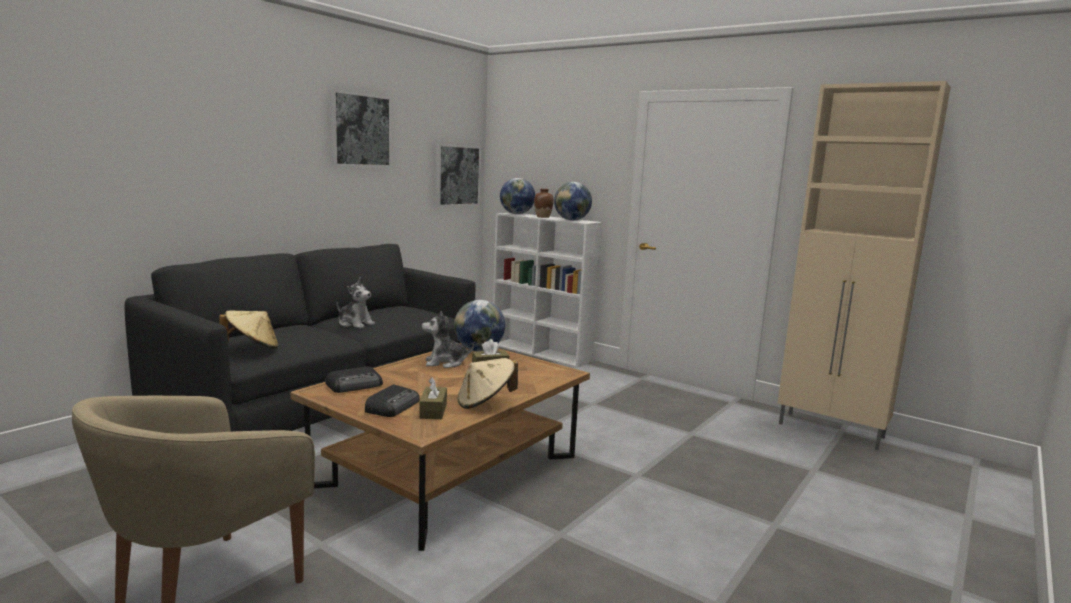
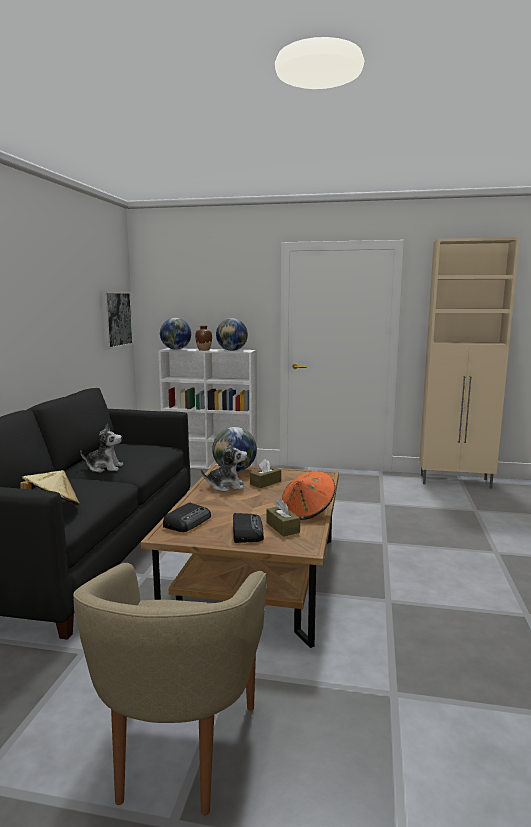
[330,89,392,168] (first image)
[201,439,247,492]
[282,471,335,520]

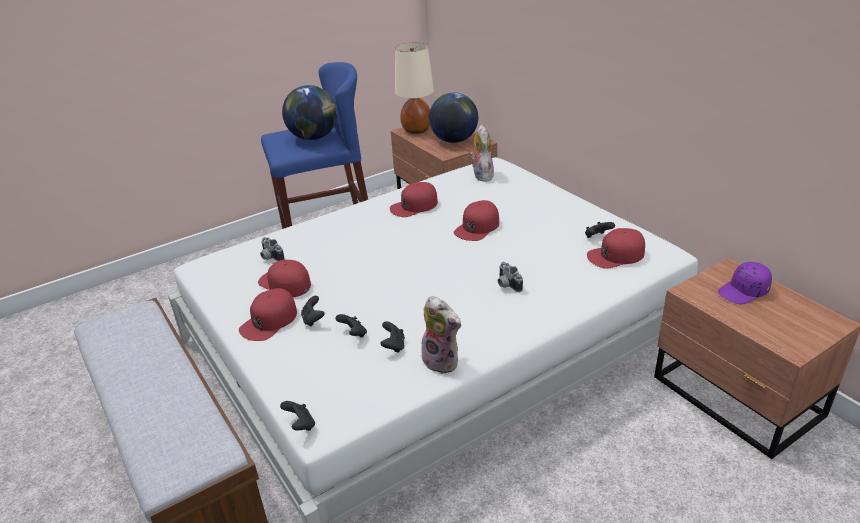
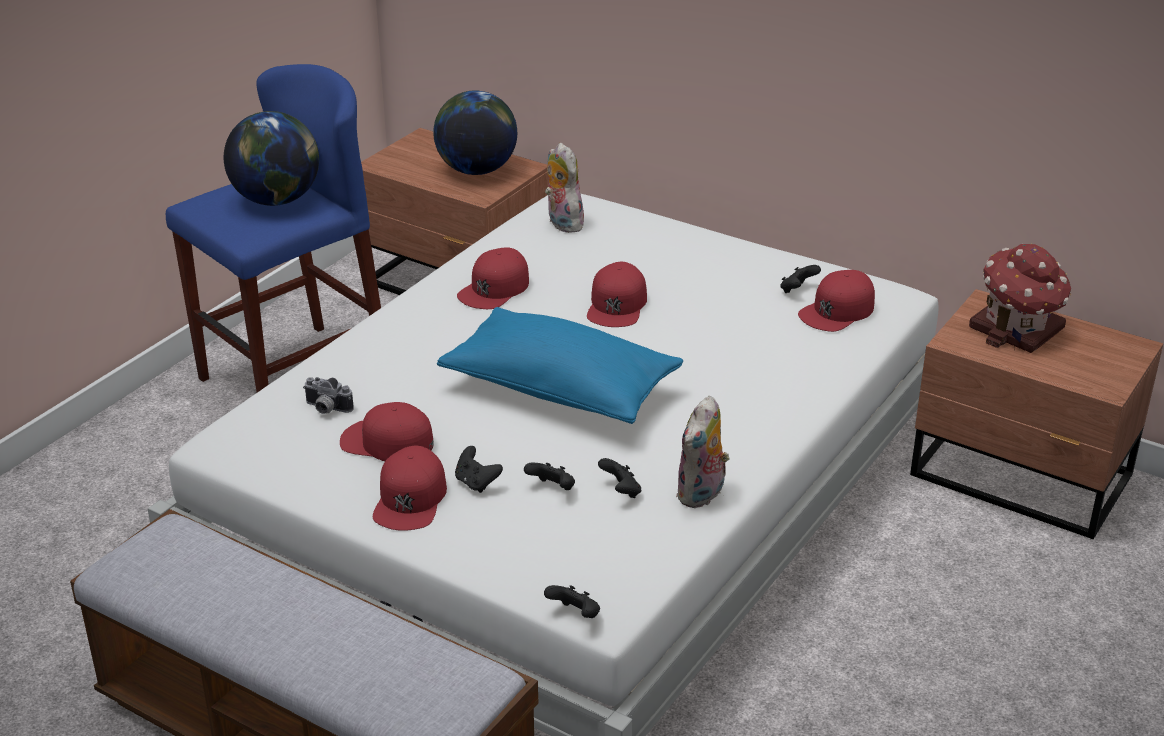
[395,42,434,134] (first image)
[676,396,730,508]
[498,262,523,292] (first image)
[969,244,1071,353]
[437,307,683,424]

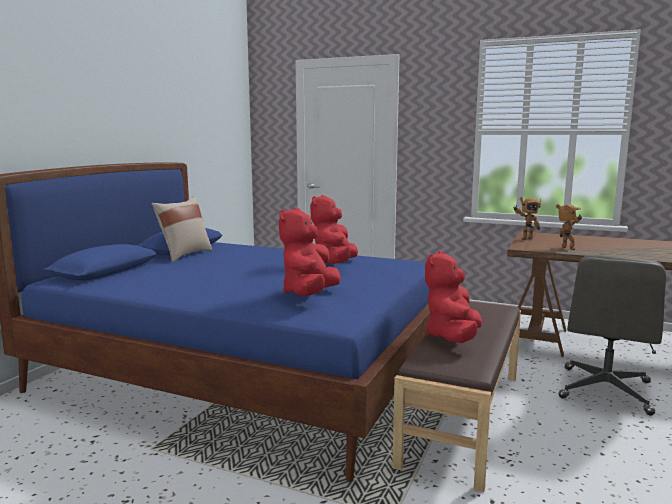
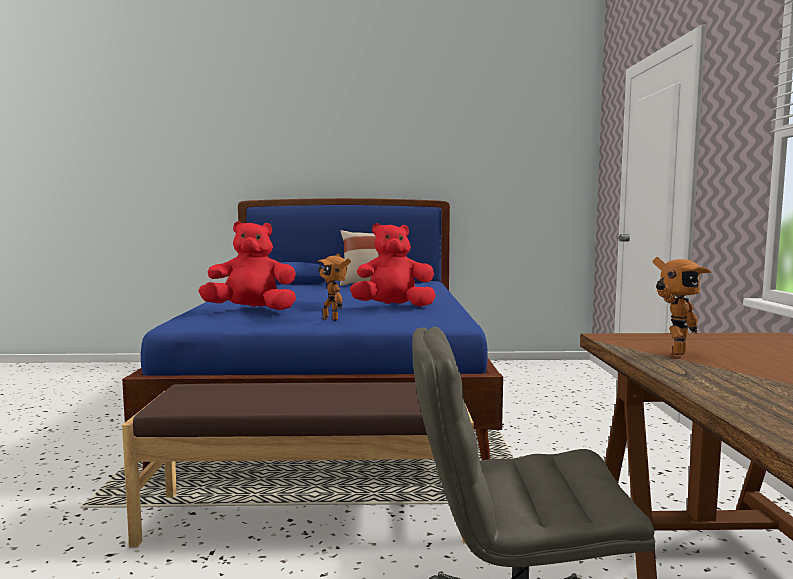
[425,250,482,343] (first image)
[318,254,351,321]

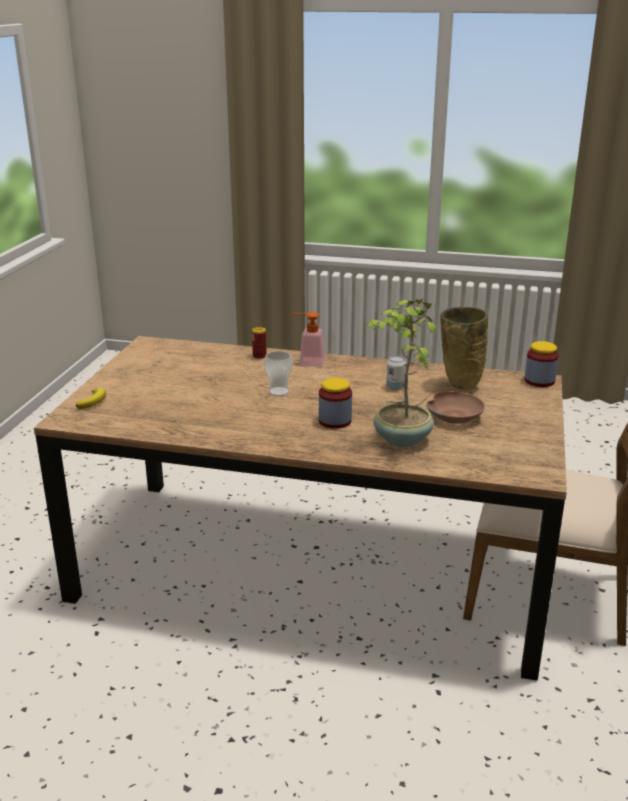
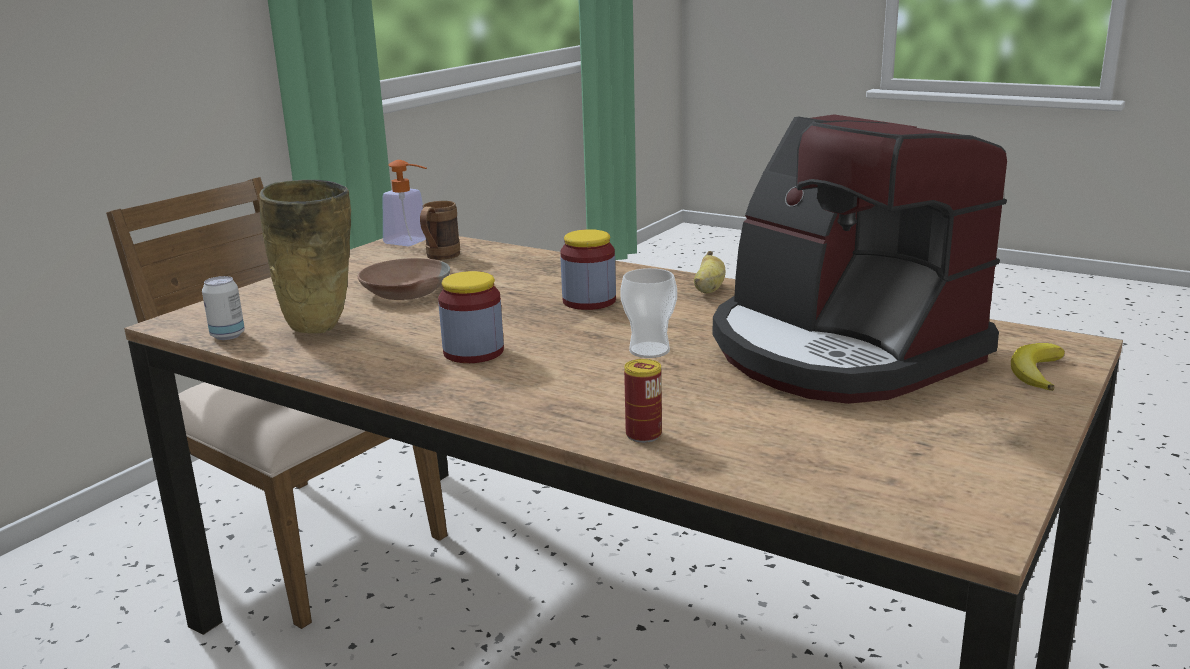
[383,160,427,247]
[365,298,435,447] (first image)
[202,276,245,340]
[438,271,504,363]
[420,201,460,260]
[694,251,725,294]
[713,114,1007,404]

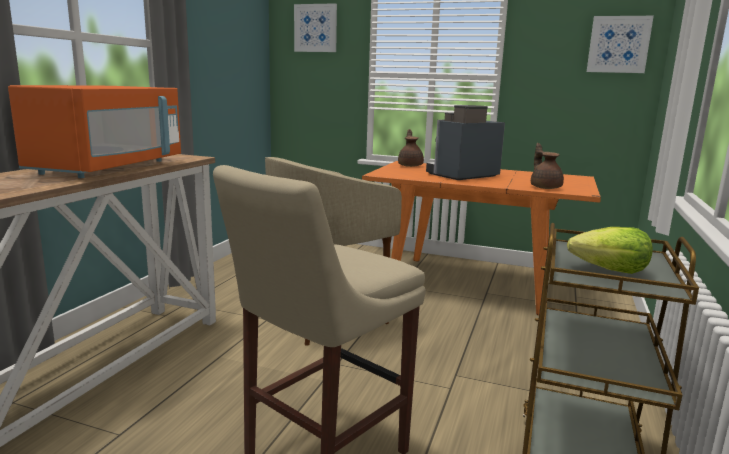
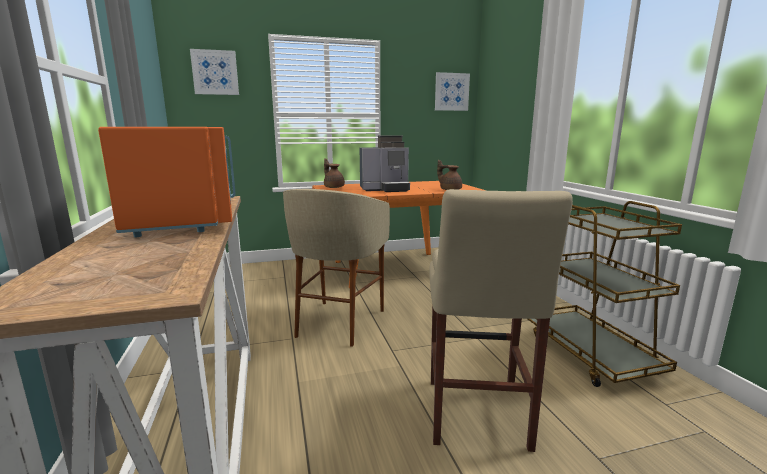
[359,135,410,192]
[567,227,653,274] (first image)

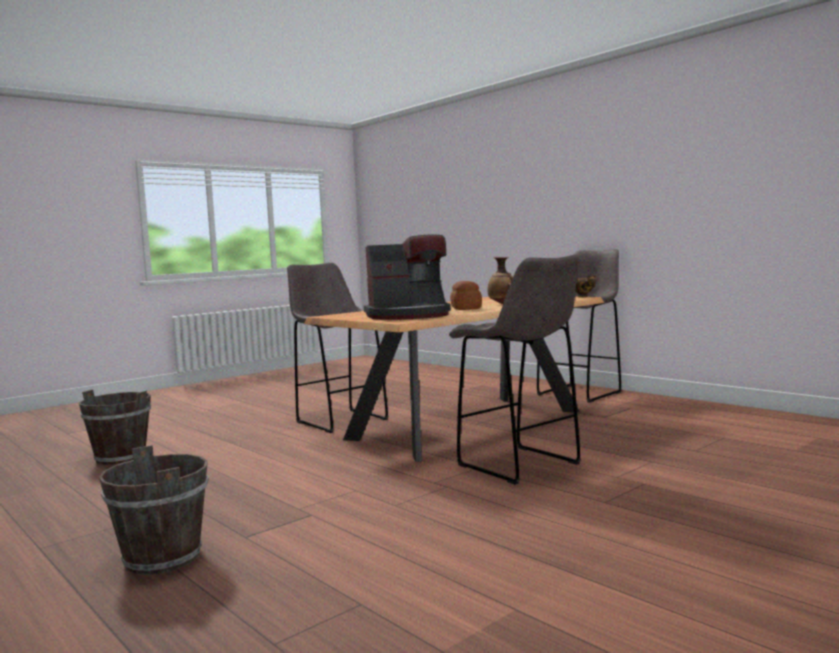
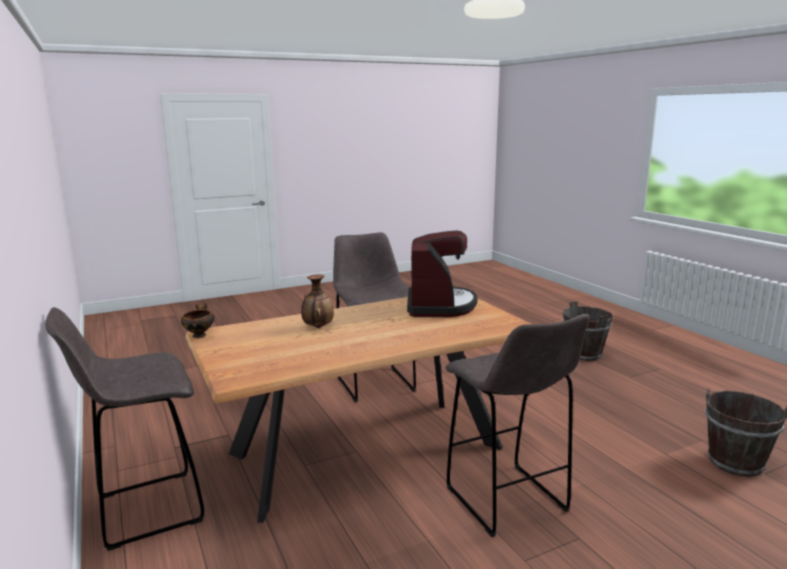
[407,230,478,317]
[450,281,482,310] (first image)

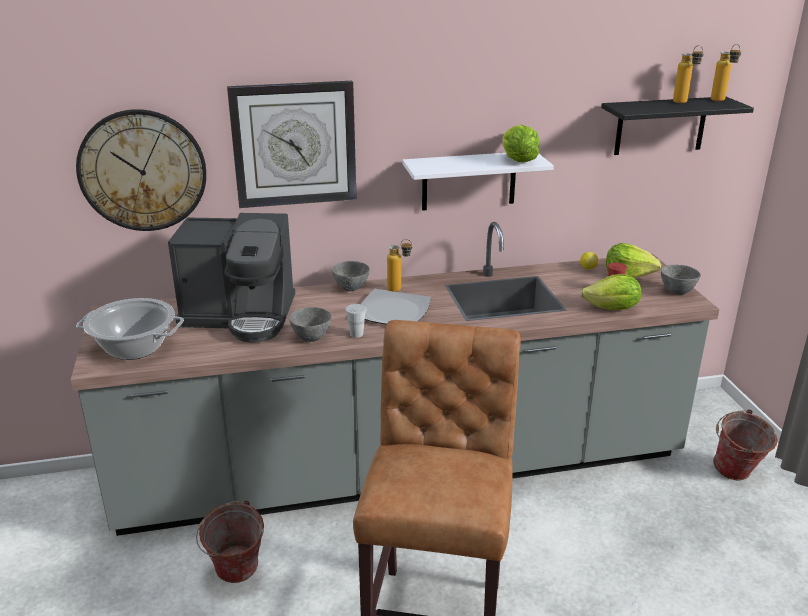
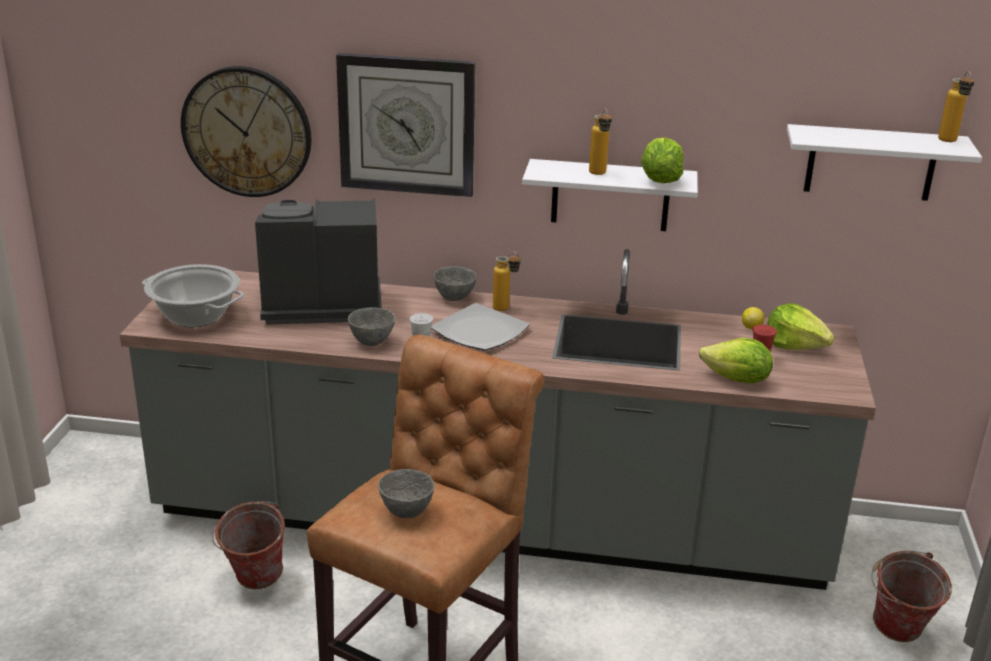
[255,198,382,325]
[787,124,982,201]
[378,469,434,518]
[589,108,612,175]

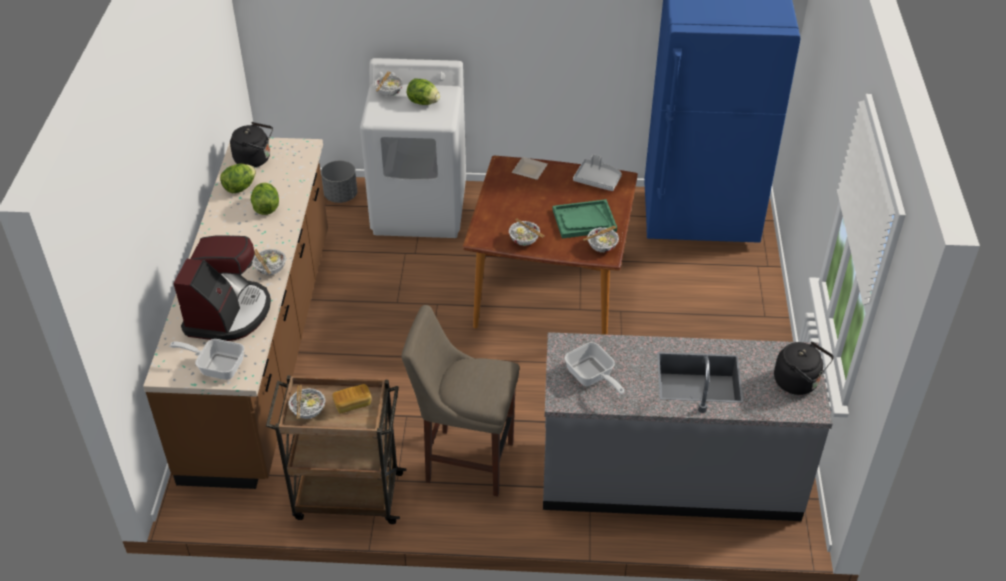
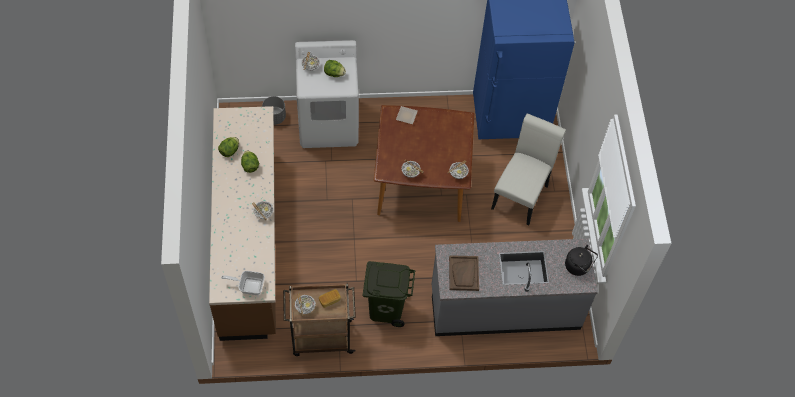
[173,236,271,341] (first image)
[230,122,273,168] (first image)
[362,261,415,327]
[553,199,617,238] (first image)
[449,255,479,291]
[573,154,622,191] (first image)
[491,113,566,225]

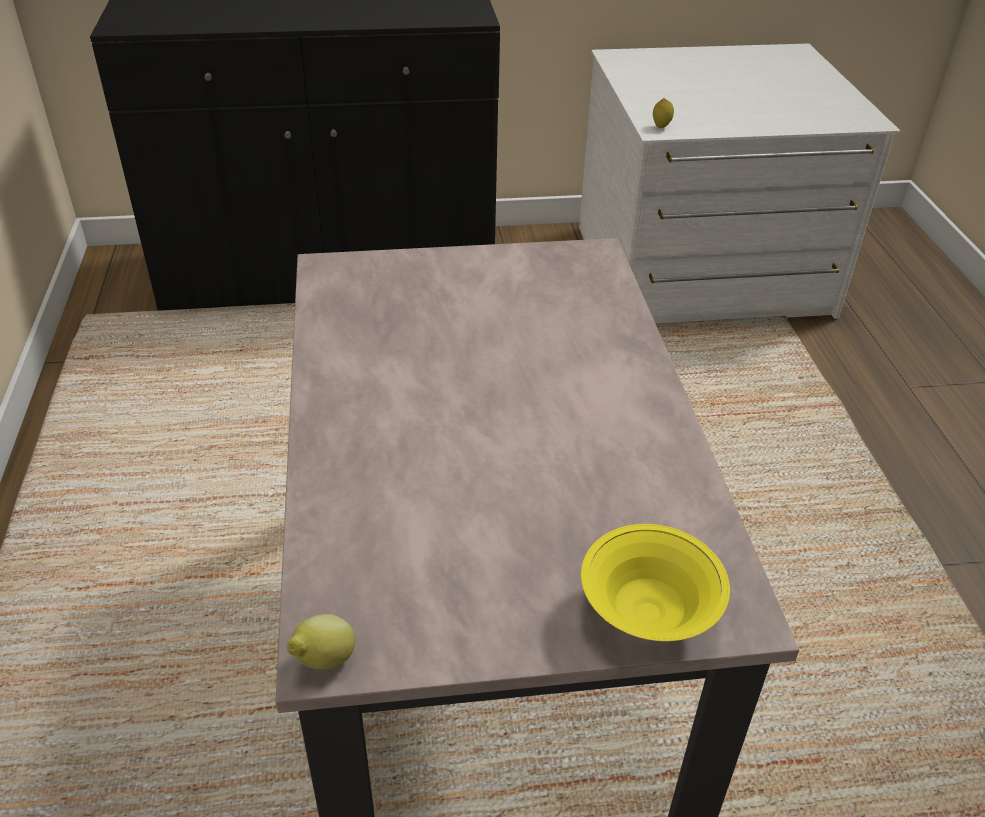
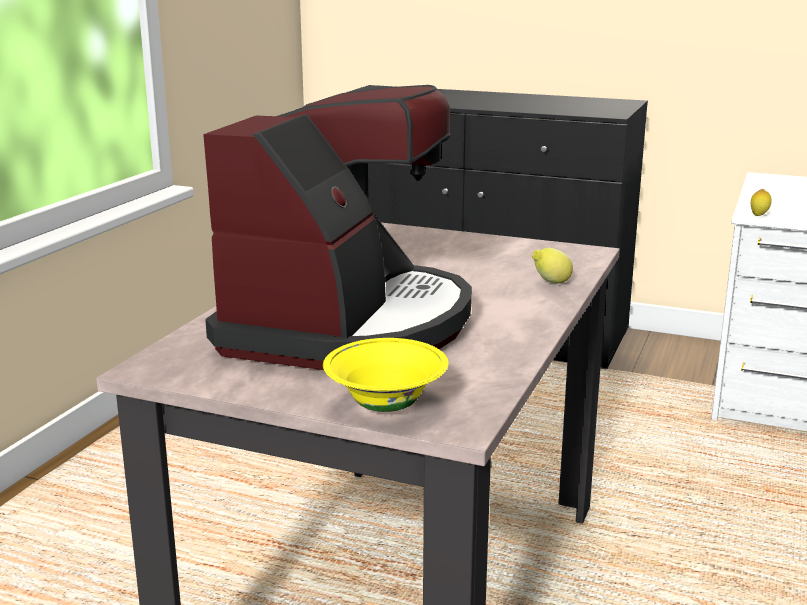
[532,248,573,284]
[203,85,472,370]

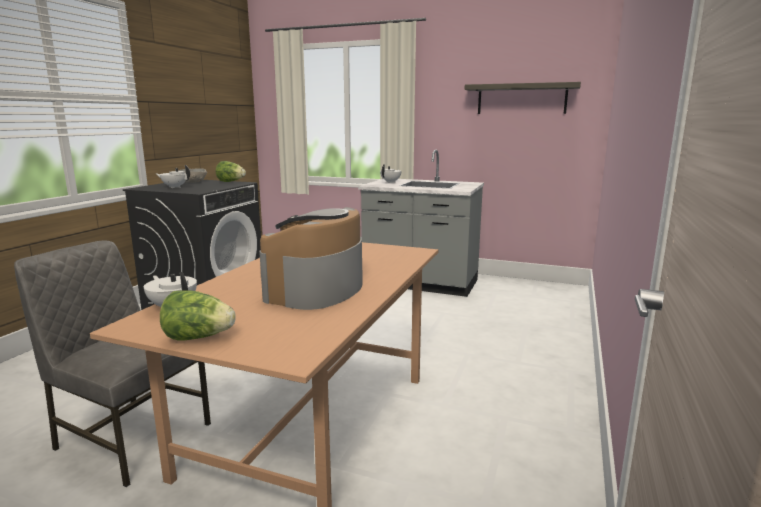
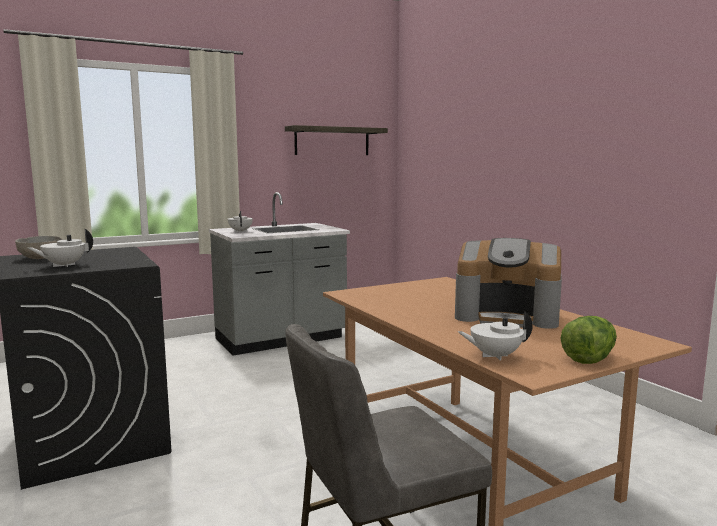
[216,161,246,182] (first image)
[455,238,562,329]

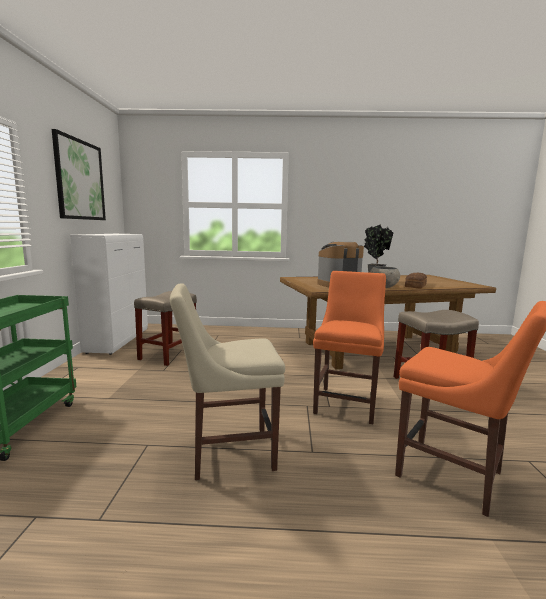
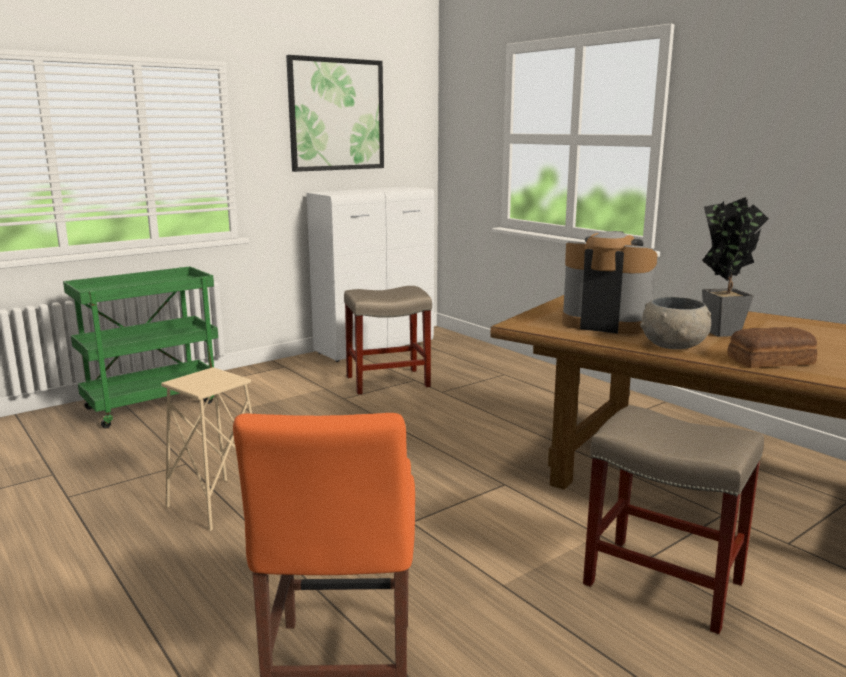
[161,367,252,531]
[313,271,386,424] (first image)

